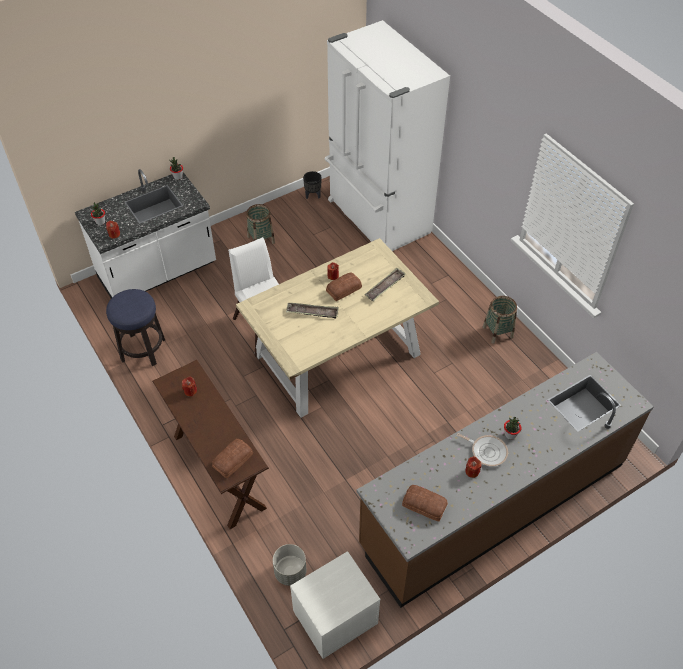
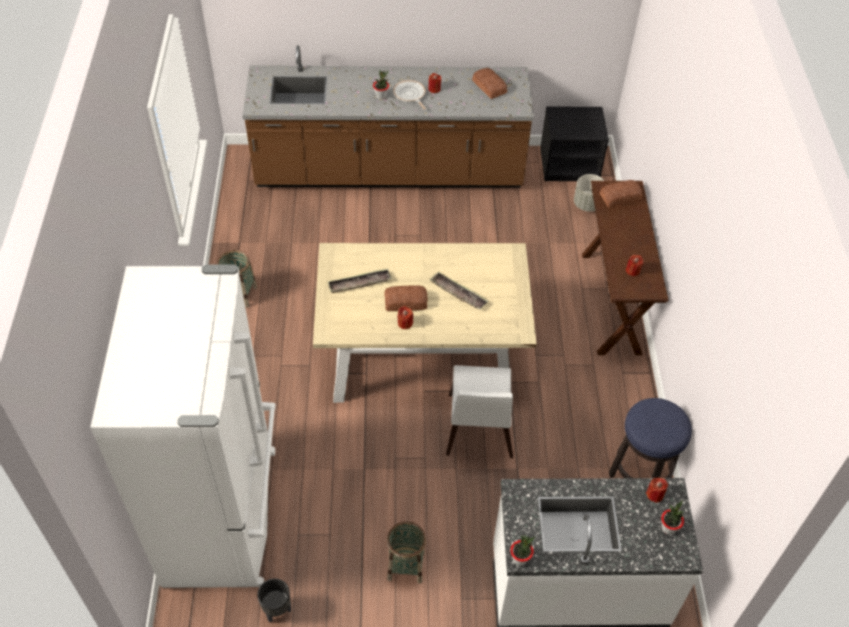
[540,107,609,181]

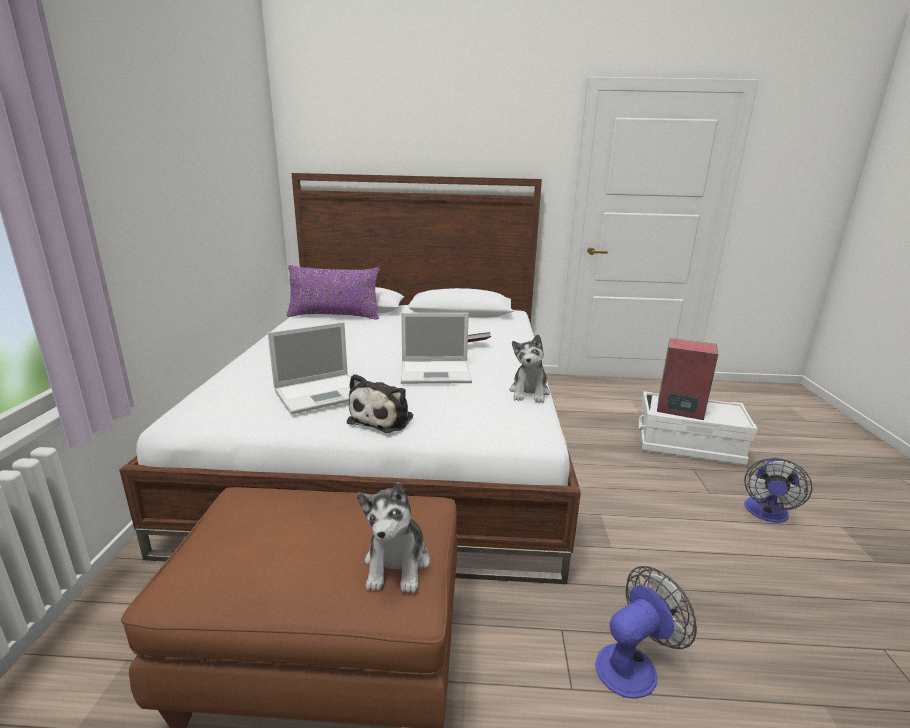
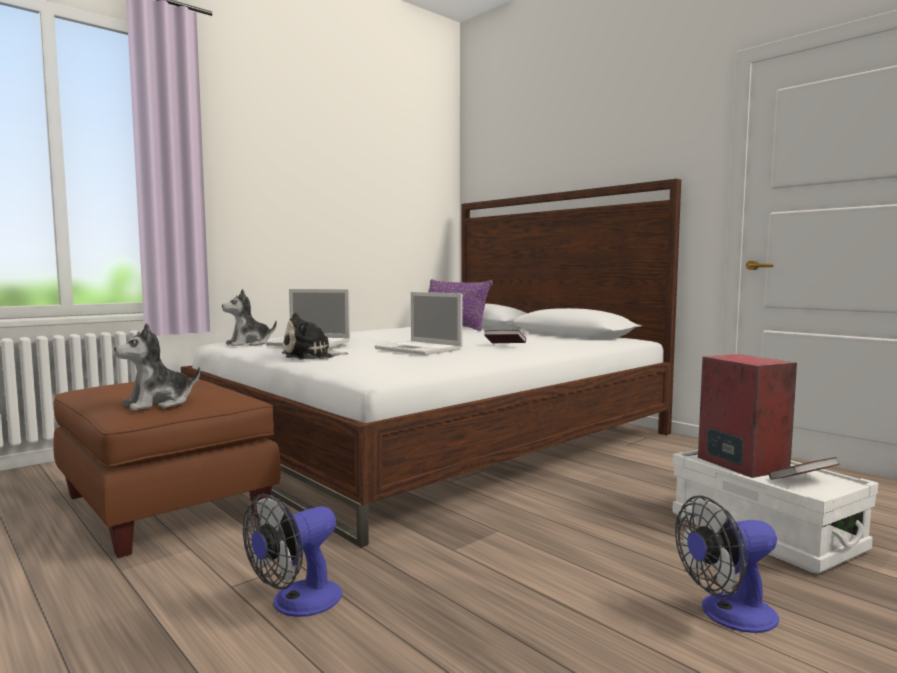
[222,289,277,346]
[243,494,342,617]
[769,457,840,480]

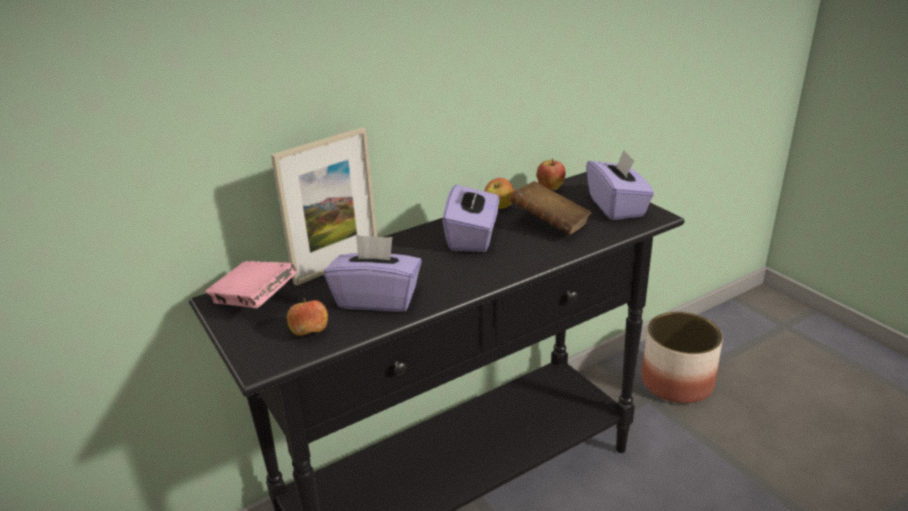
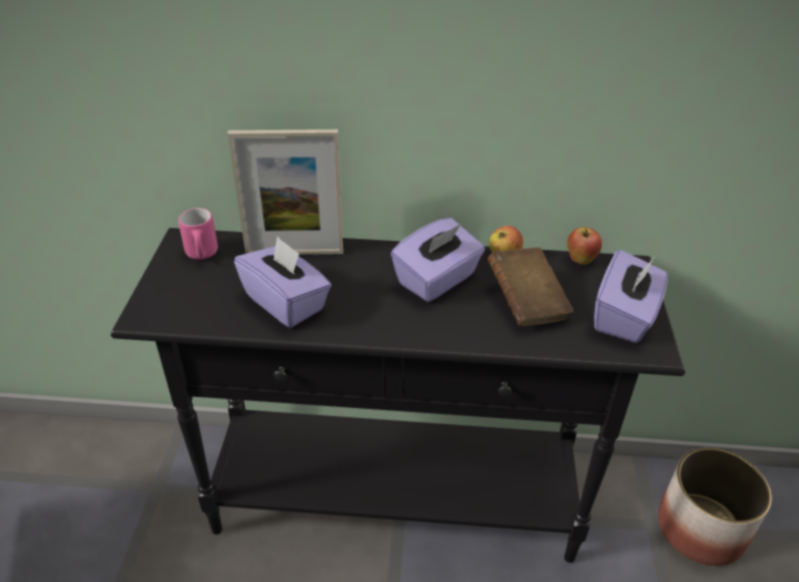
[178,208,218,260]
[287,298,328,336] (first image)

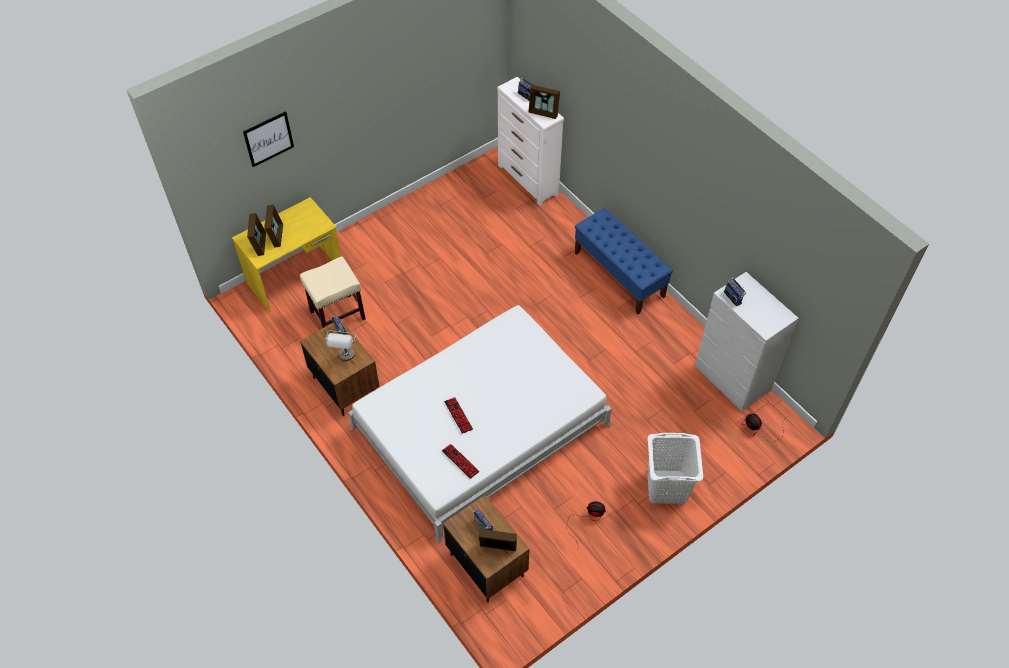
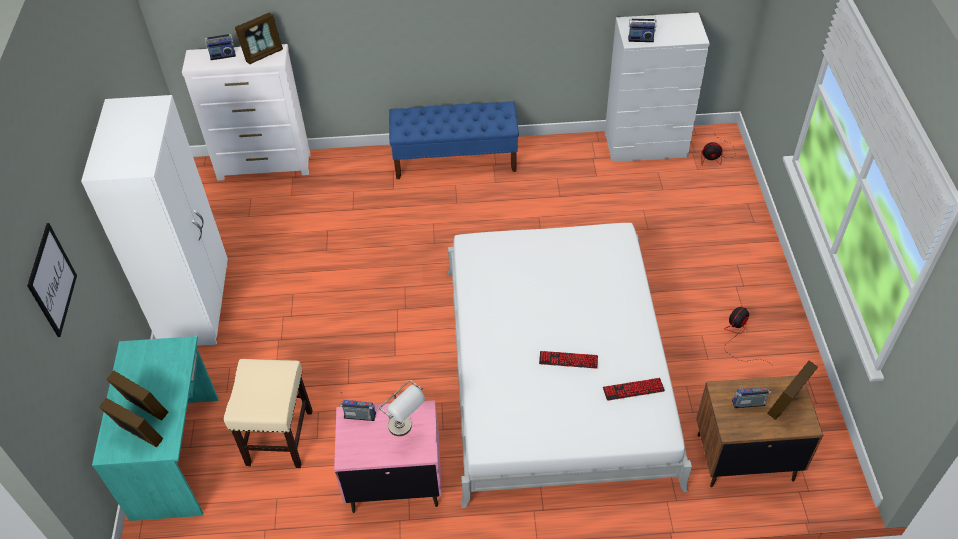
[92,336,219,521]
[334,400,442,513]
[647,433,703,504] (first image)
[81,95,228,346]

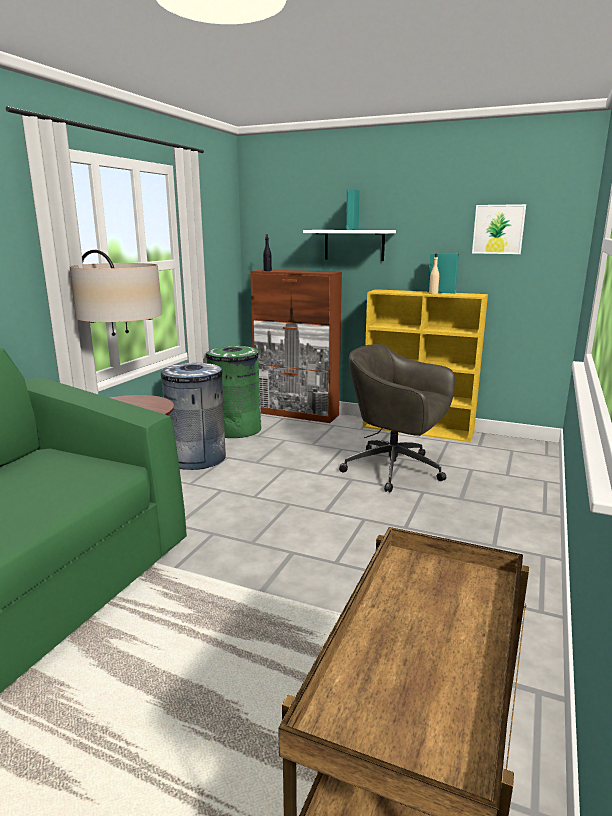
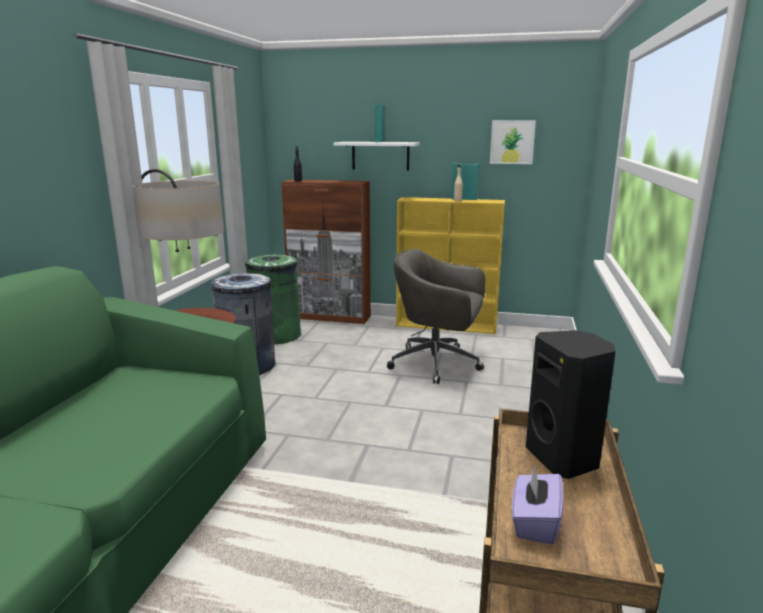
[512,467,563,545]
[526,330,616,479]

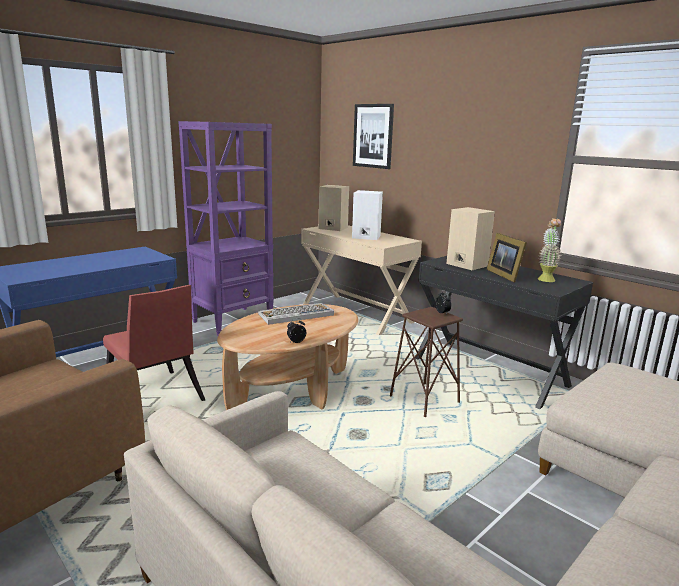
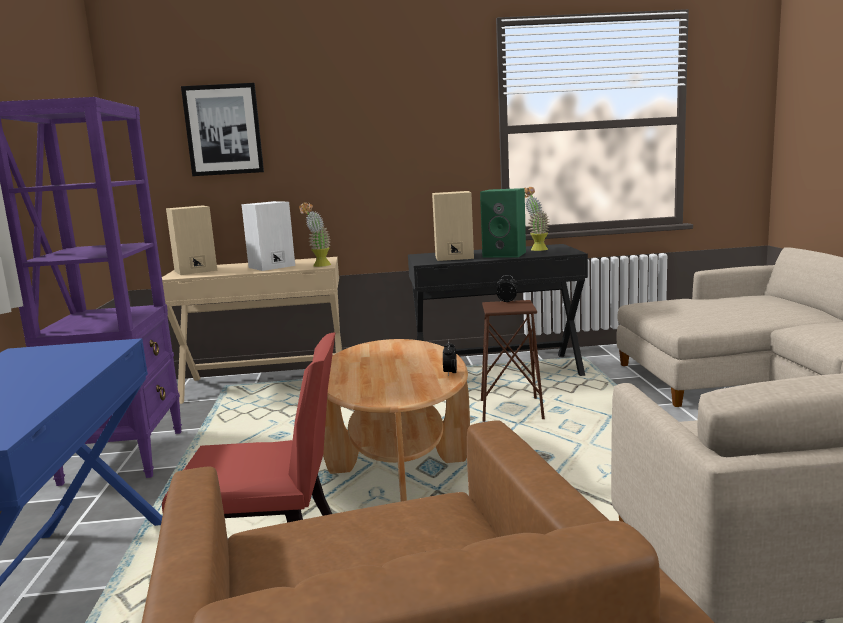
[258,303,334,325] (first image)
[480,188,526,257]
[299,202,331,267]

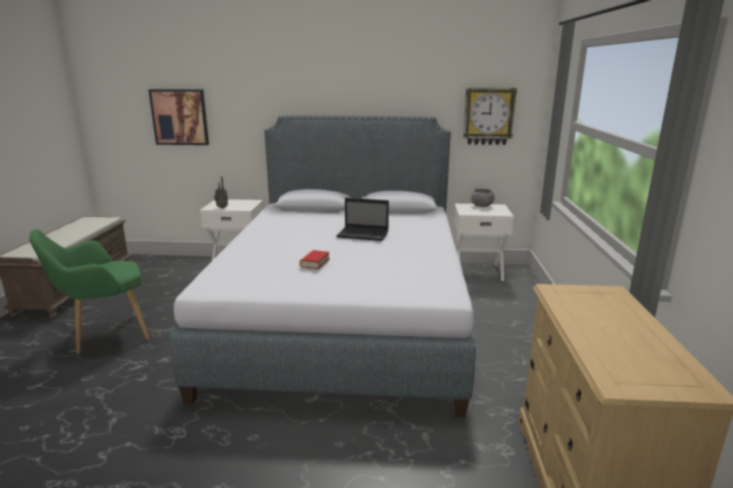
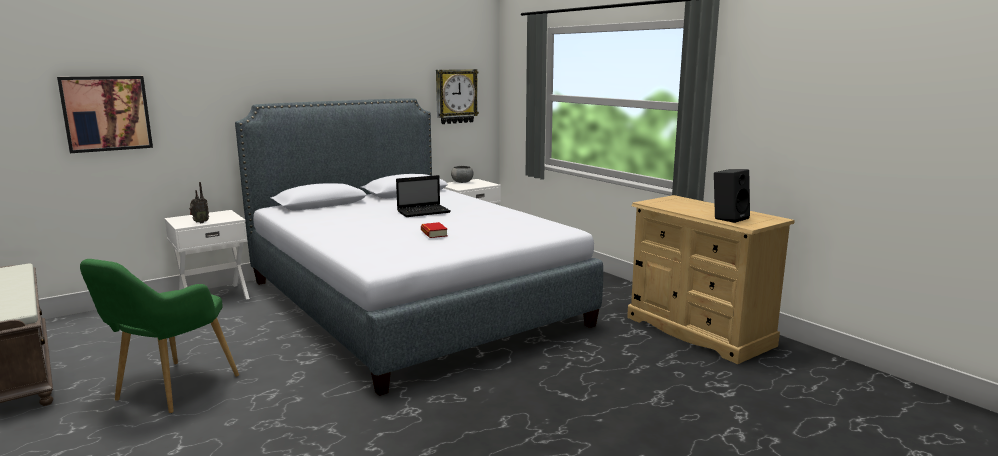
[714,169,750,223]

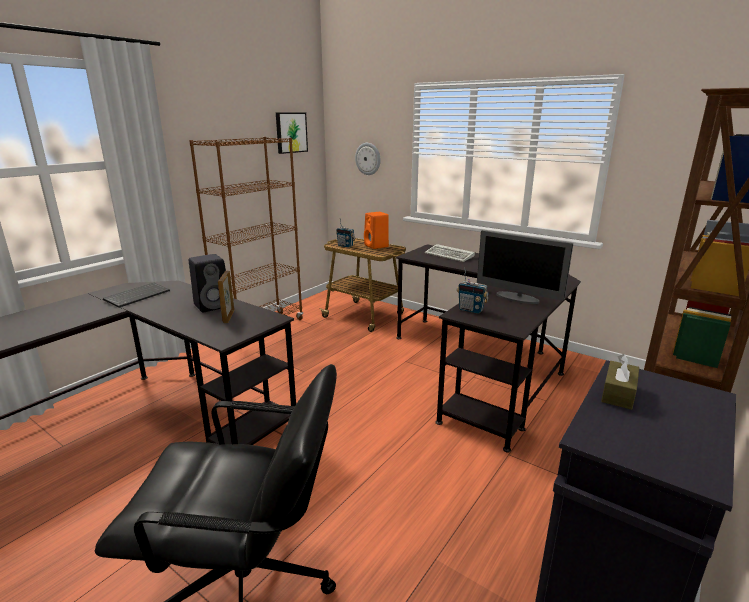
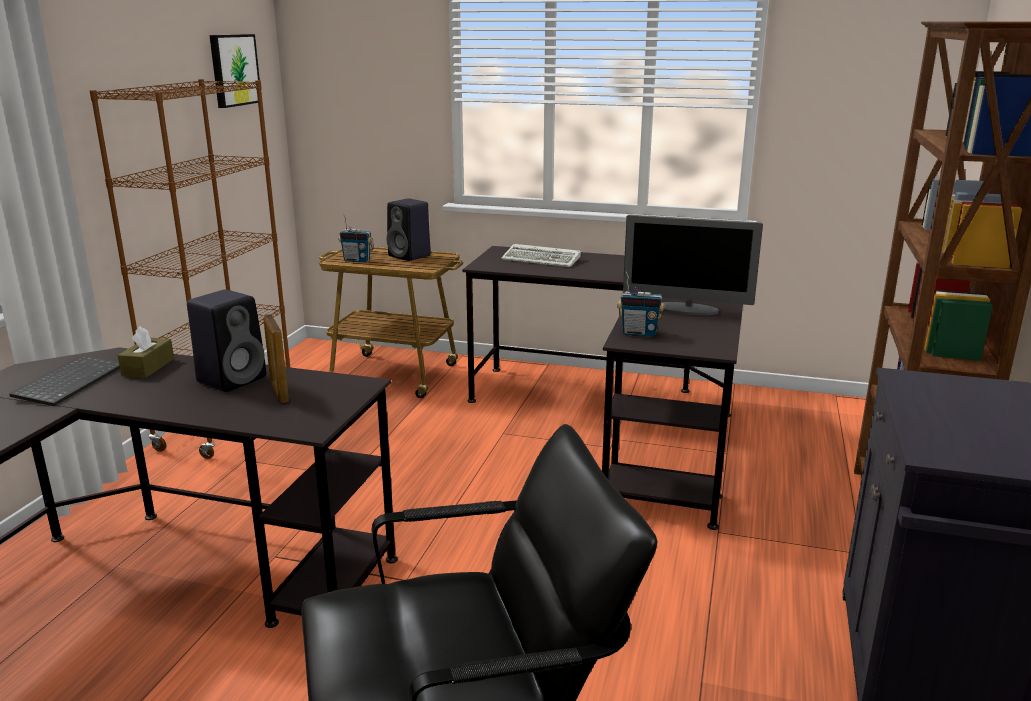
[355,143,381,175] (first image)
[387,198,431,261]
[118,326,174,378]

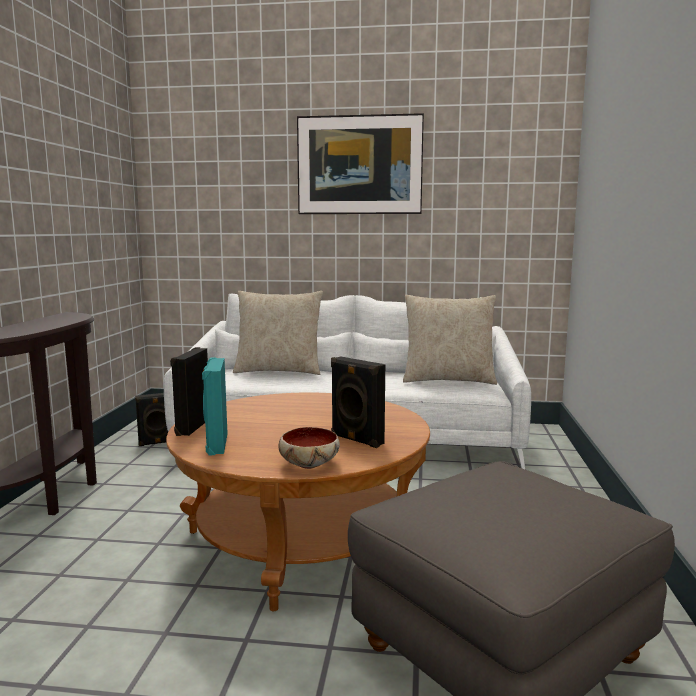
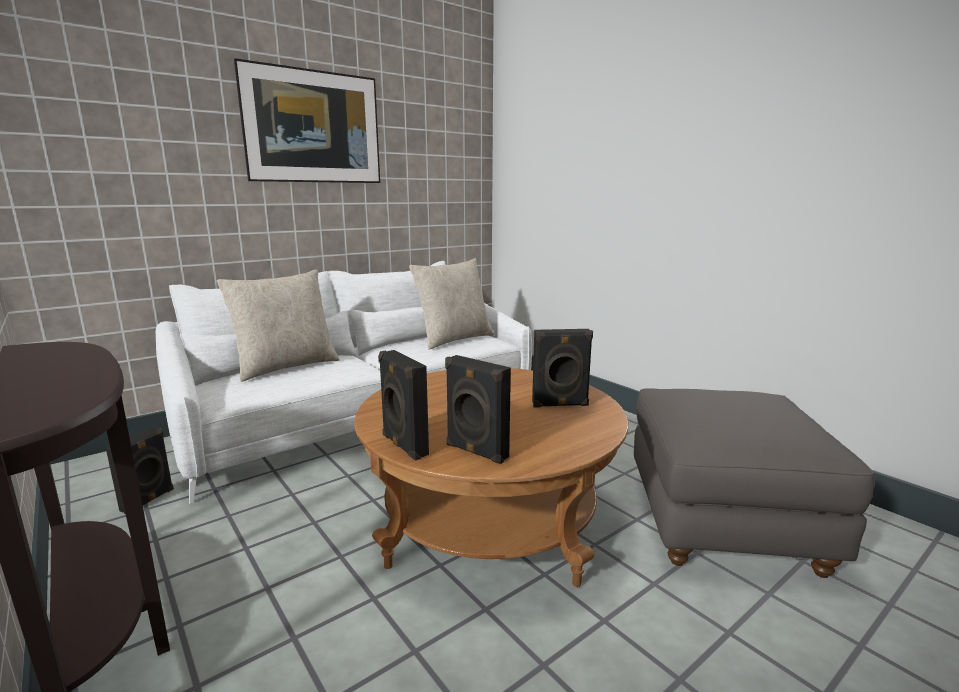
[445,355,511,464]
[278,427,340,469] (first image)

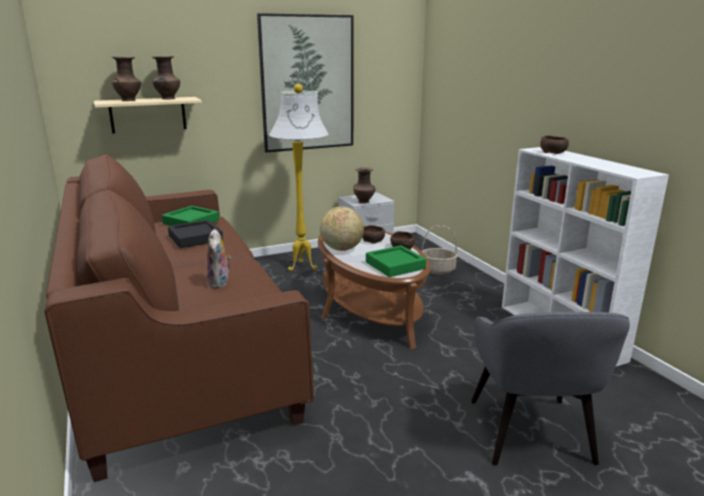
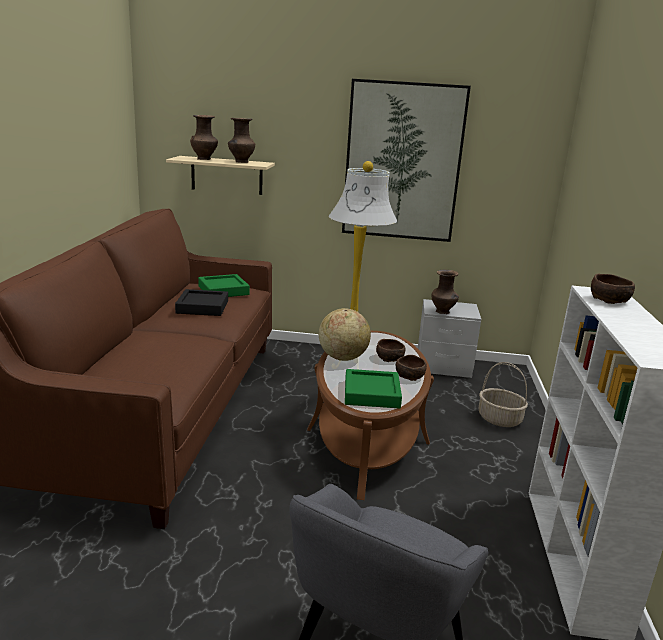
[207,229,231,288] (first image)

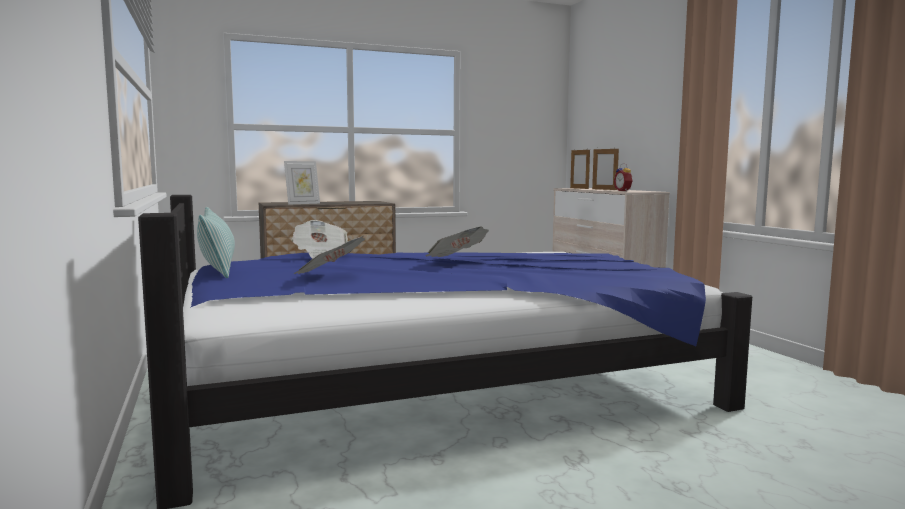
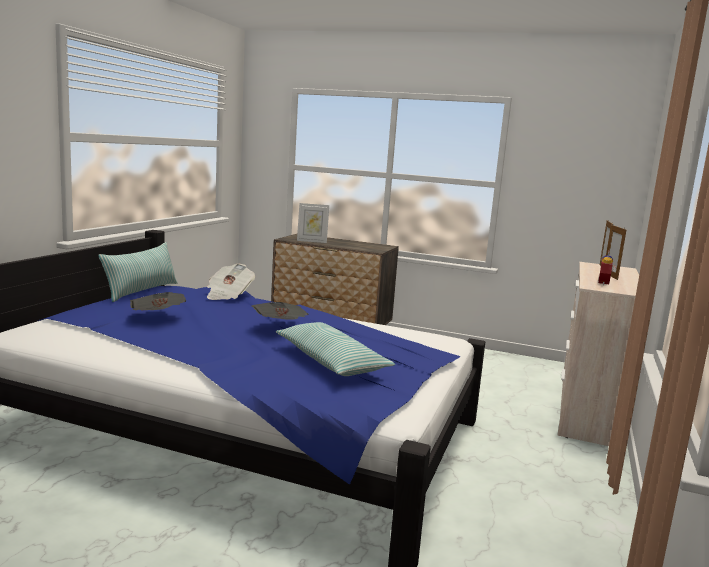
[276,322,395,376]

